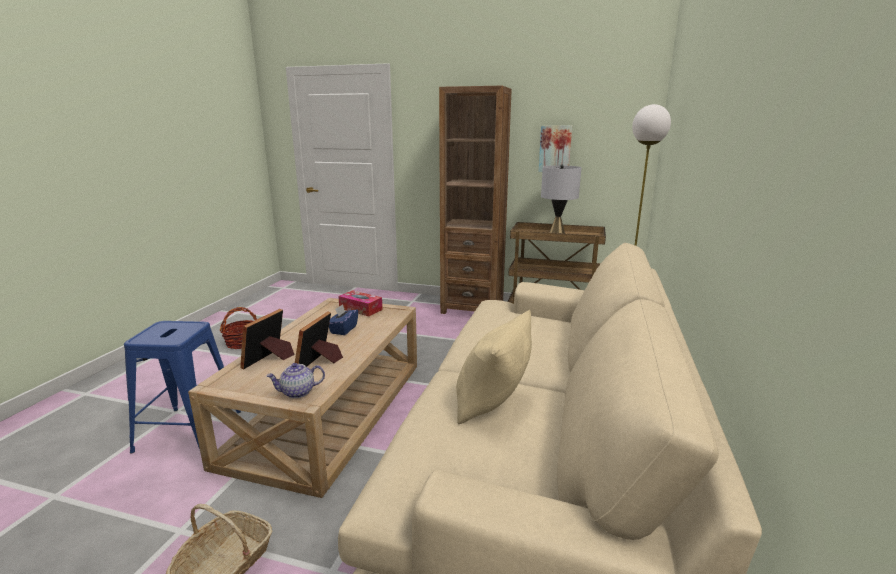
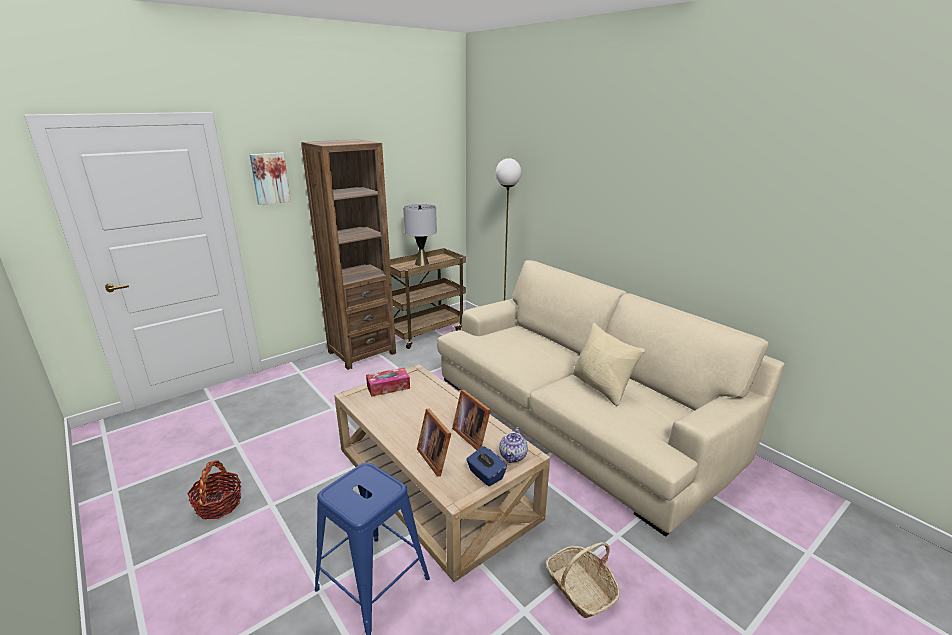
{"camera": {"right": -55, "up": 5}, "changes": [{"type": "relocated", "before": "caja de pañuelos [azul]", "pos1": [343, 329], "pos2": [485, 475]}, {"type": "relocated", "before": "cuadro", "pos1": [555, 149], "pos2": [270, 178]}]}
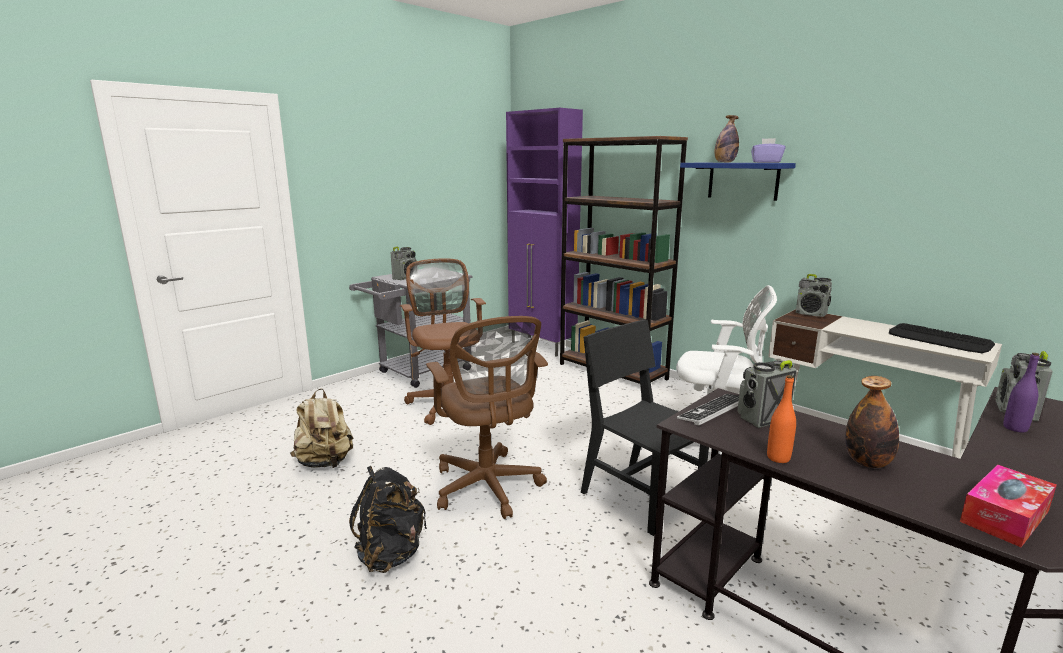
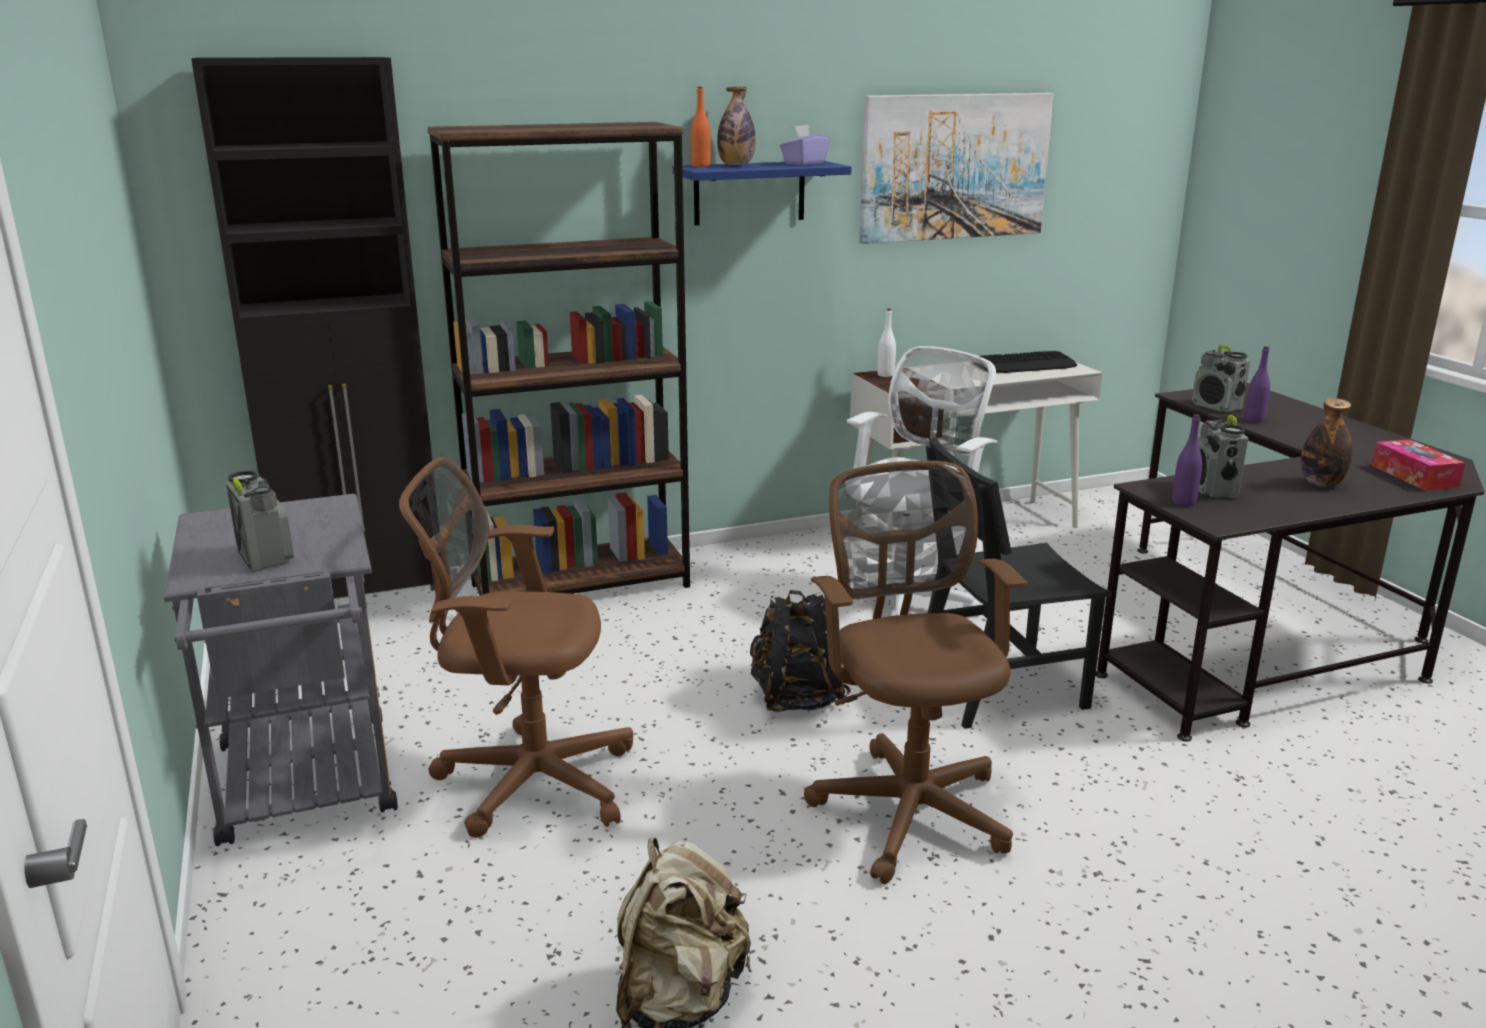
{"camera": {"right": -65, "up": 5}, "changes": [{"type": "relocated", "before": "mochila [negro]", "pos1": [391, 553], "pos2": [796, 698]}, {"type": "spun", "before": "silla de oficina [marrón]", "pos1": [488, 488], "pos2": [909, 806], "turn": -105}, {"type": "colour", "before": "armario [morado]", "after": "armario [negro]", "pos1": [542, 346], "pos2": [368, 611]}, {"type": "exchanged", "before": "teclado", "after": "botella [morado]", "pos1": [713, 410], "pos2": [1183, 502]}, {"type": "relocated", "before": "botella [naranja]", "pos1": [778, 458], "pos2": [701, 166]}, {"type": "exchanged", "before": "radio", "after": "botella [blanco]", "pos1": [811, 314], "pos2": [885, 375]}, {"type": "appeared", "after": "cuadro", "pos2": [954, 167]}]}
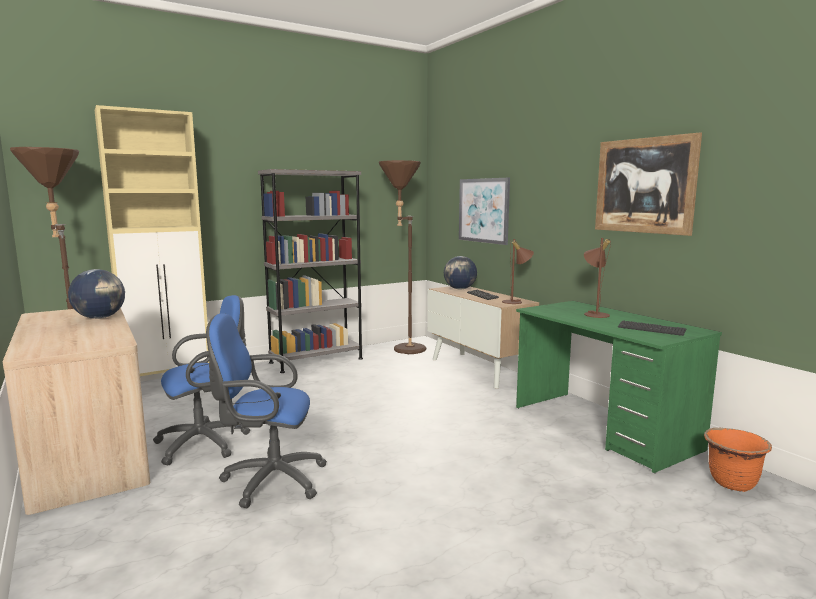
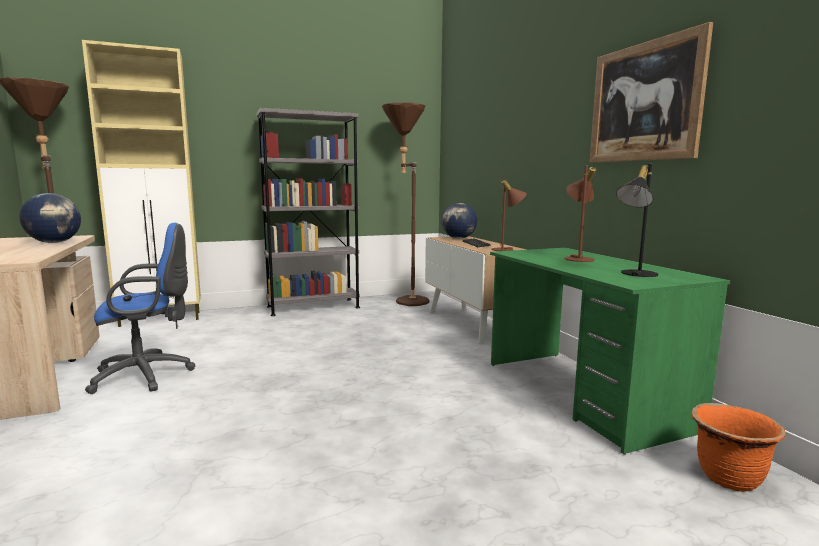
{"camera": {"right": 10, "up": 0}, "changes": [{"type": "missing", "before": "silla de oficina [azul]", "pos1": [268, 480]}, {"type": "missing", "before": "cuadro", "pos1": [483, 210]}, {"type": "exchanged", "before": "teclado", "after": "lámpara de mesa [negro]", "pos1": [651, 329], "pos2": [634, 274]}]}
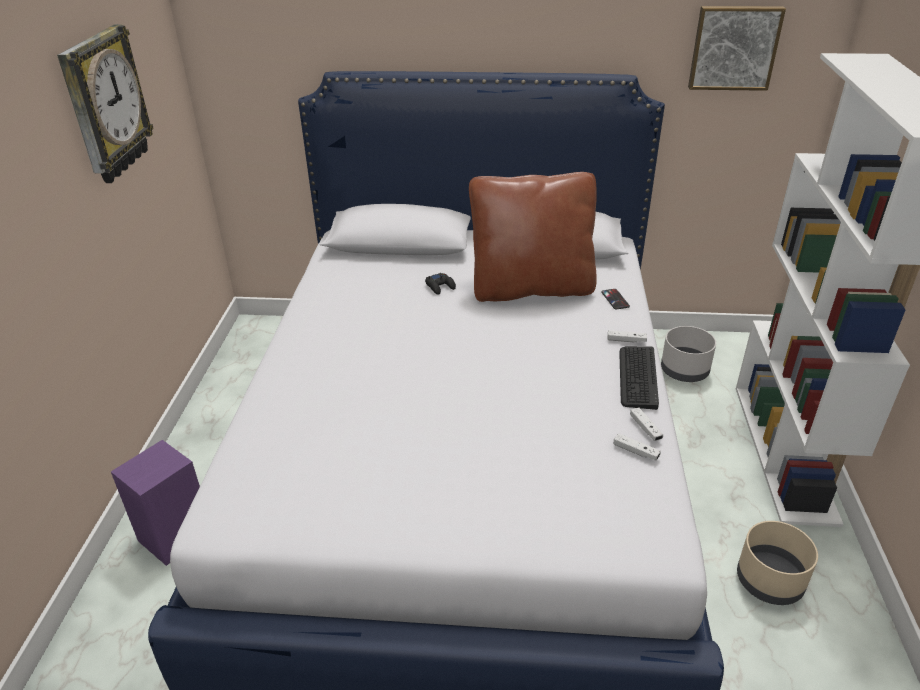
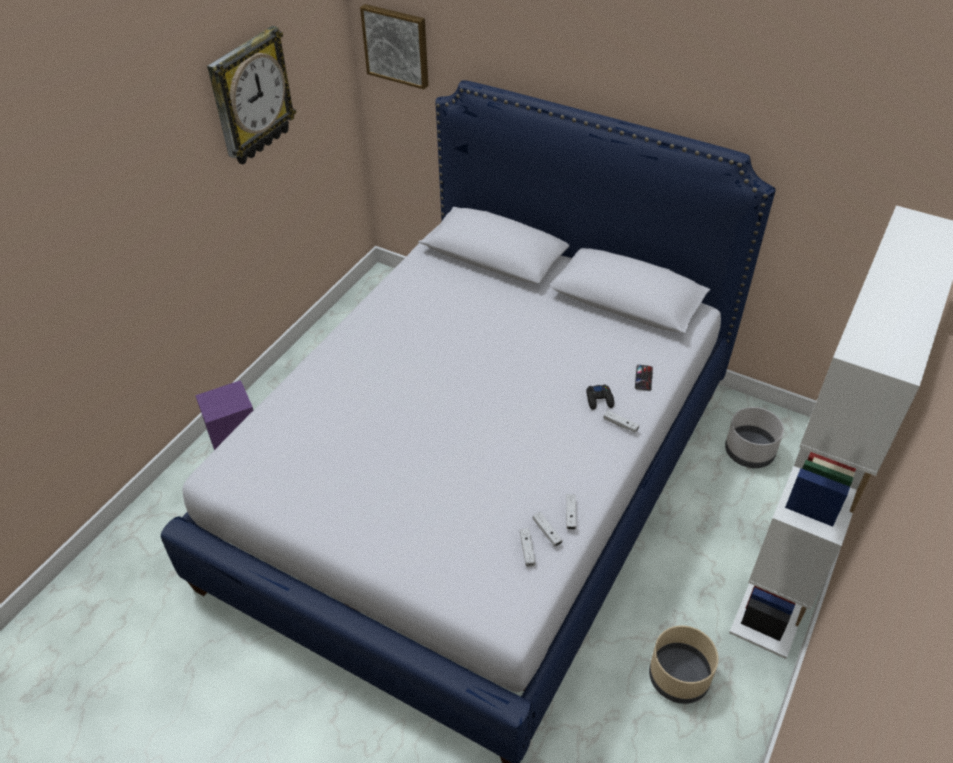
{"camera": {"right": 25, "up": 10}, "changes": [{"type": "relocated", "before": "mando de consola [negro]", "pos1": [440, 286], "pos2": [599, 400]}, {"type": "missing", "before": "cojín [marrón]", "pos1": [531, 288]}, {"type": "missing", "before": "teclado", "pos1": [637, 377]}, {"type": "relocated", "before": "cuadro", "pos1": [734, 47], "pos2": [397, 45]}, {"type": "appeared", "after": "mando de consola [blanco]", "pos2": [527, 550]}]}
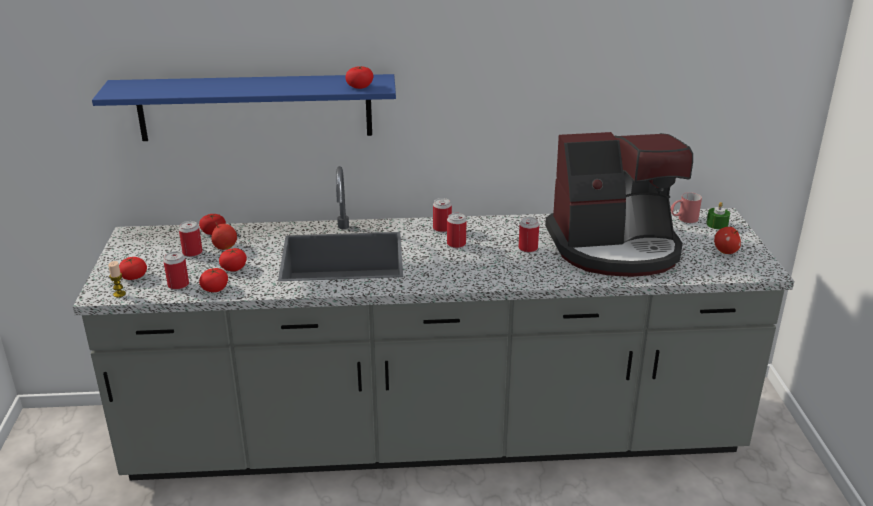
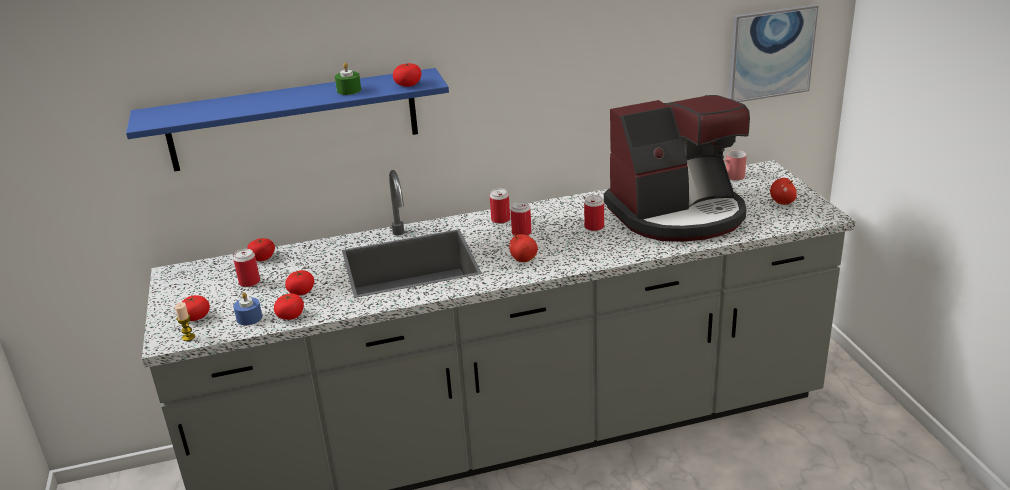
{"camera": {"right": -10, "up": 0}, "changes": [{"type": "exchanged", "before": "lata", "after": "vela [azul]", "pos1": [178, 285], "pos2": [249, 318]}, {"type": "relocated", "before": "manzana", "pos1": [225, 247], "pos2": [523, 259]}, {"type": "relocated", "before": "vela [verde]", "pos1": [717, 224], "pos2": [349, 90]}, {"type": "appeared", "after": "cuadro", "pos2": [770, 53]}]}
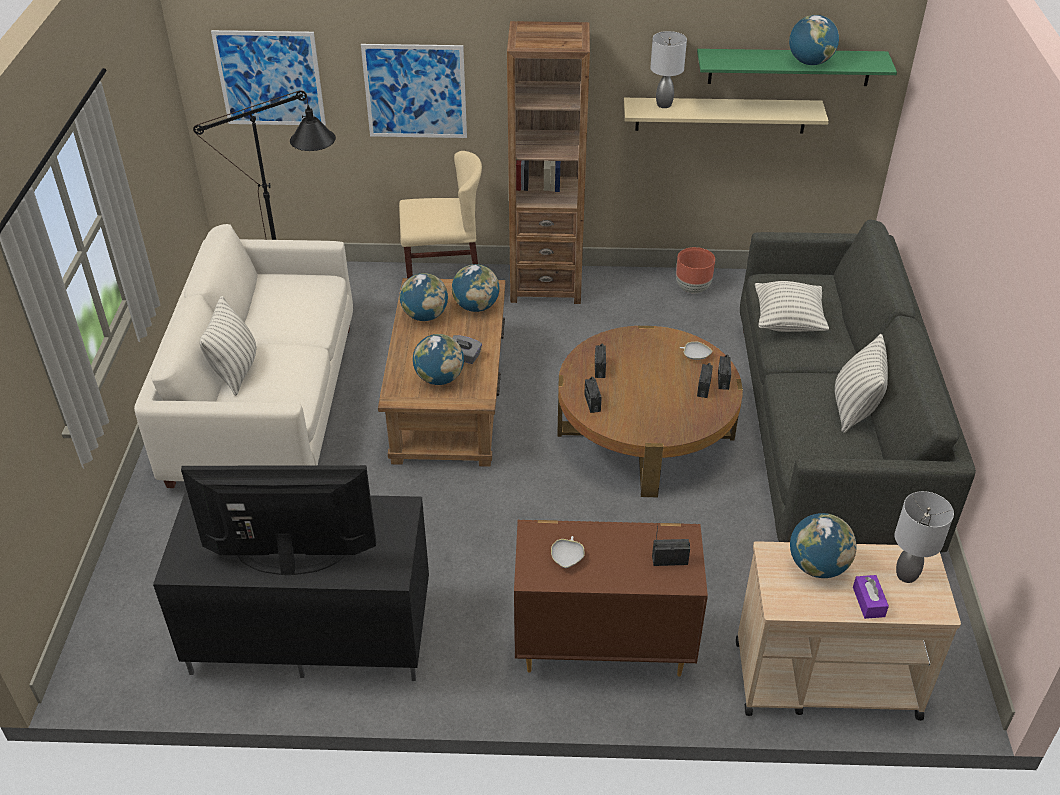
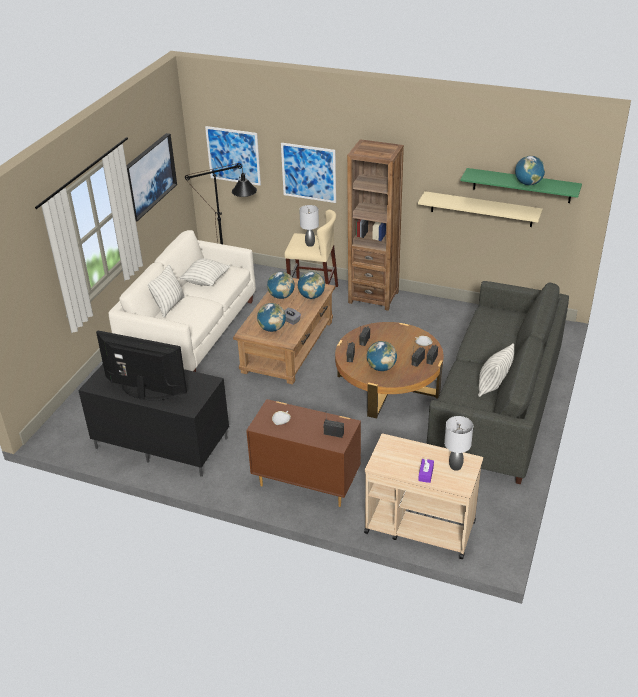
{"camera": {"right": 20, "up": -5}, "changes": [{"type": "relocated", "before": "lámpara de mesa [gris]", "pos1": [664, 105], "pos2": [310, 244]}, {"type": "missing", "before": "maceta [marrón]", "pos1": [692, 288]}, {"type": "relocated", "before": "cojín", "pos1": [788, 322], "pos2": [206, 281]}, {"type": "relocated", "before": "globo terráqueo", "pos1": [817, 566], "pos2": [381, 368]}, {"type": "appeared", "after": "cuadro", "pos2": [149, 176]}]}
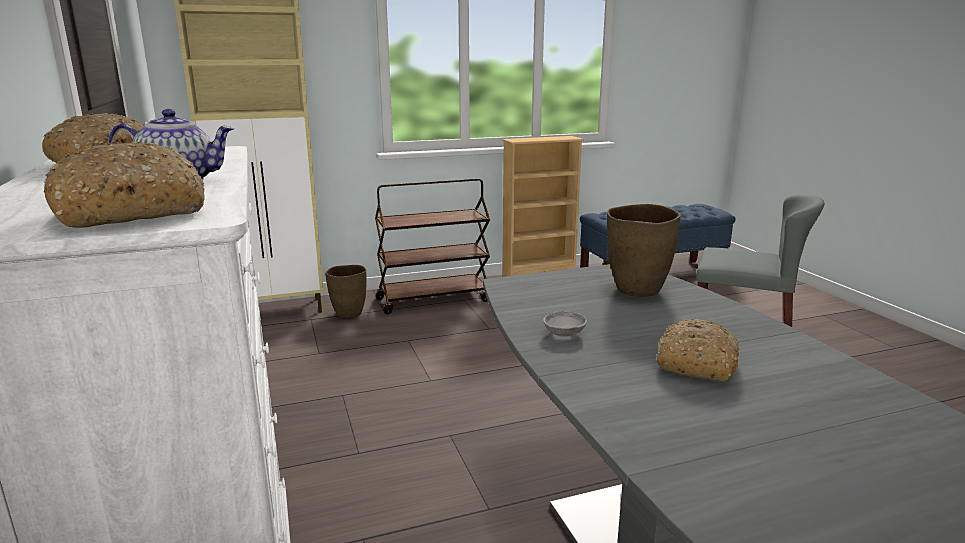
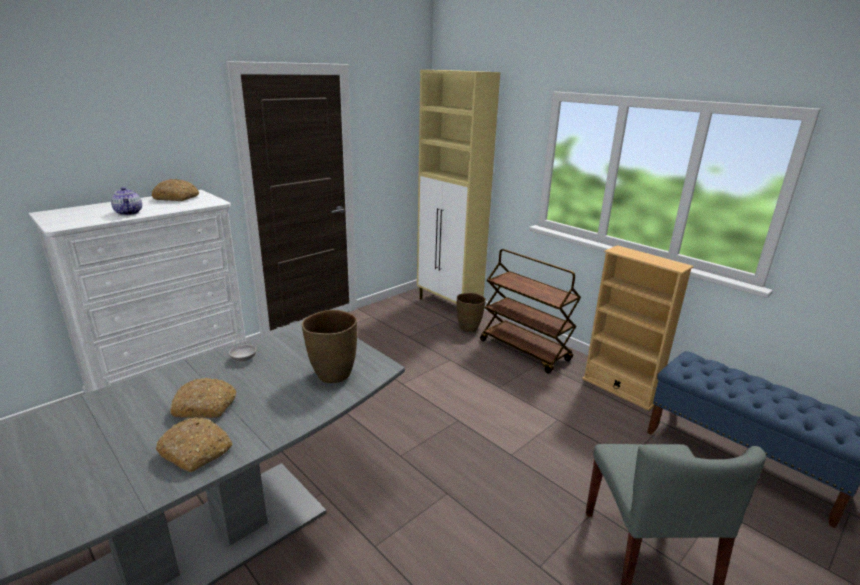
{"camera": {"right": 65, "up": 5}, "changes": [{"type": "relocated", "before": "pan", "pos1": [134, 212], "pos2": [196, 451]}]}
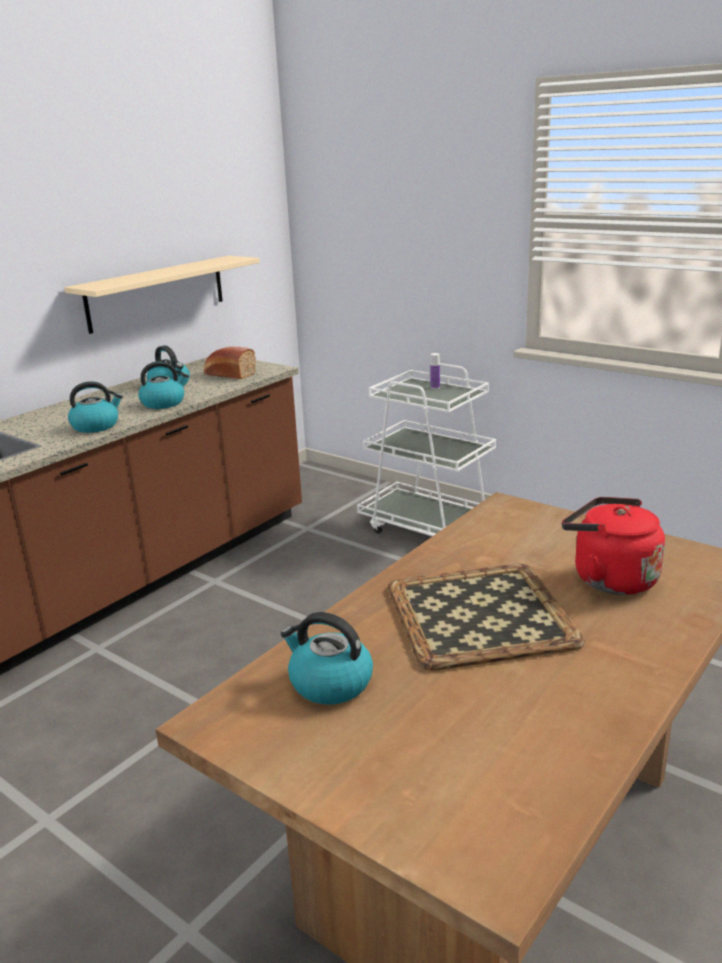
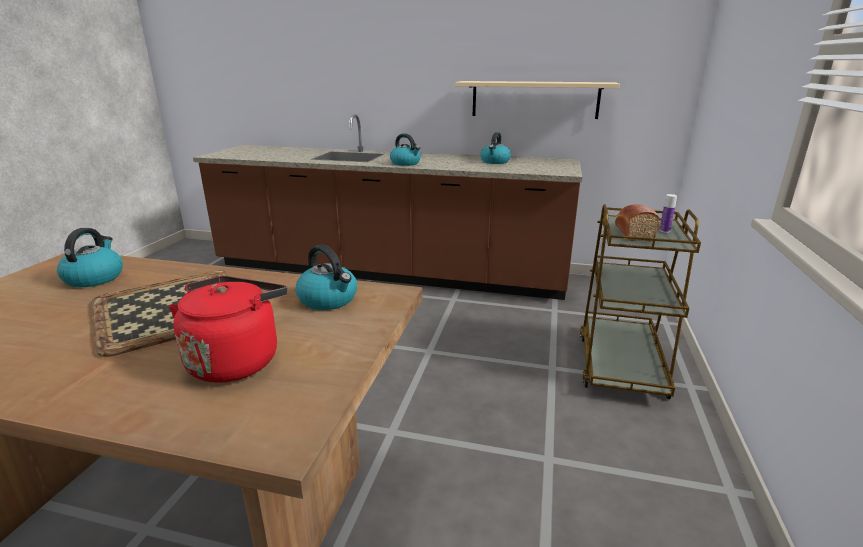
{"camera": {"right": 65, "up": 0}, "changes": [{"type": "relocated", "before": "hervidor", "pos1": [164, 403], "pos2": [329, 300]}, {"type": "relocated", "before": "pan", "pos1": [228, 374], "pos2": [632, 232]}, {"type": "colour", "before": "carrito [blanco]", "after": "carrito [marrón]", "pos1": [430, 529], "pos2": [620, 365]}]}
